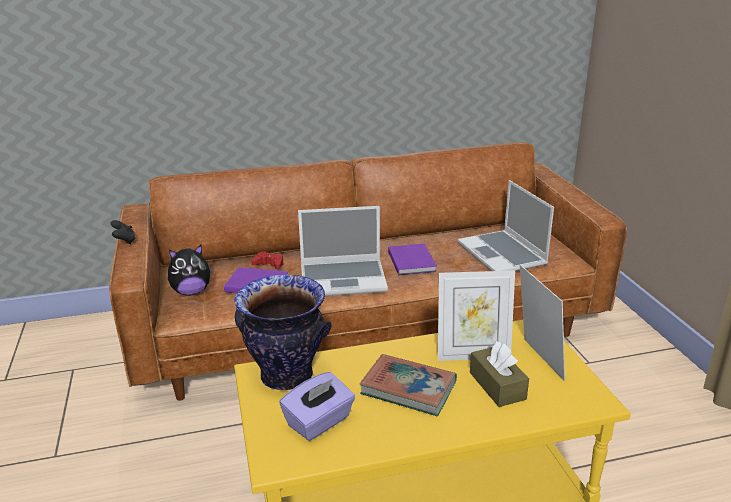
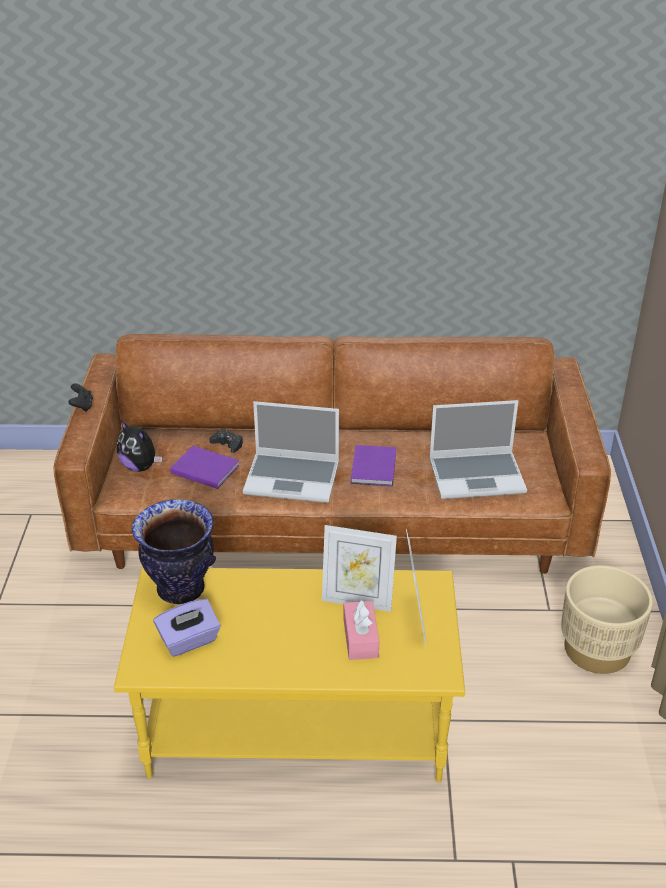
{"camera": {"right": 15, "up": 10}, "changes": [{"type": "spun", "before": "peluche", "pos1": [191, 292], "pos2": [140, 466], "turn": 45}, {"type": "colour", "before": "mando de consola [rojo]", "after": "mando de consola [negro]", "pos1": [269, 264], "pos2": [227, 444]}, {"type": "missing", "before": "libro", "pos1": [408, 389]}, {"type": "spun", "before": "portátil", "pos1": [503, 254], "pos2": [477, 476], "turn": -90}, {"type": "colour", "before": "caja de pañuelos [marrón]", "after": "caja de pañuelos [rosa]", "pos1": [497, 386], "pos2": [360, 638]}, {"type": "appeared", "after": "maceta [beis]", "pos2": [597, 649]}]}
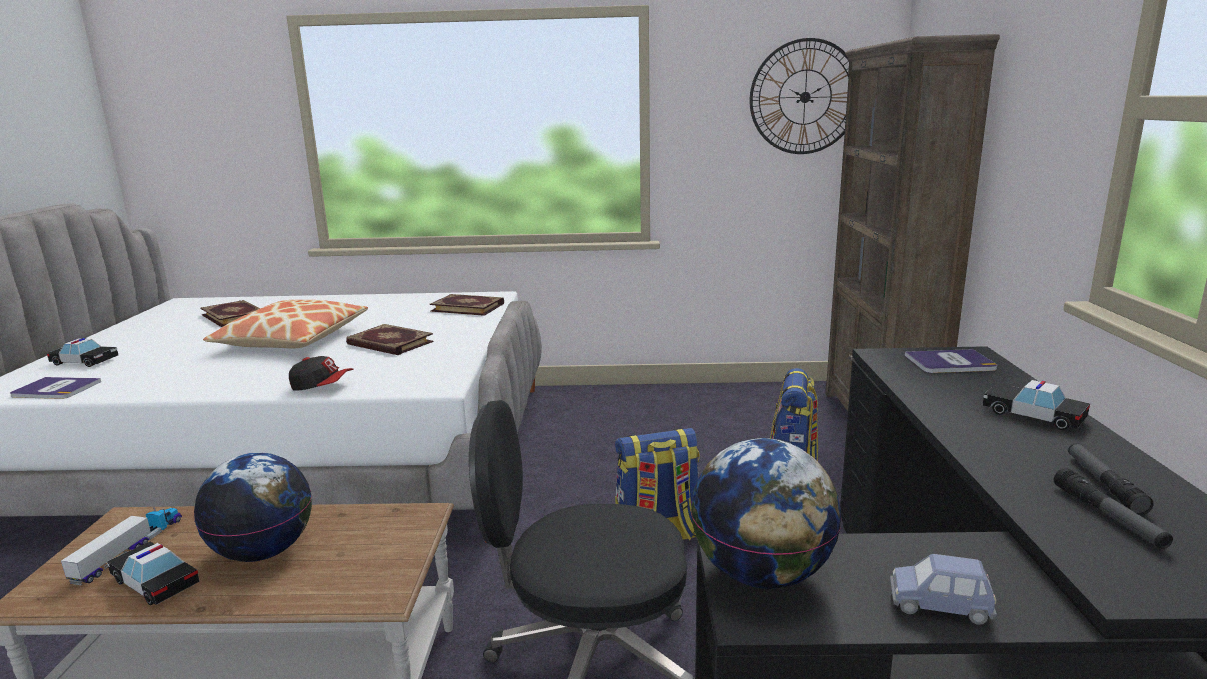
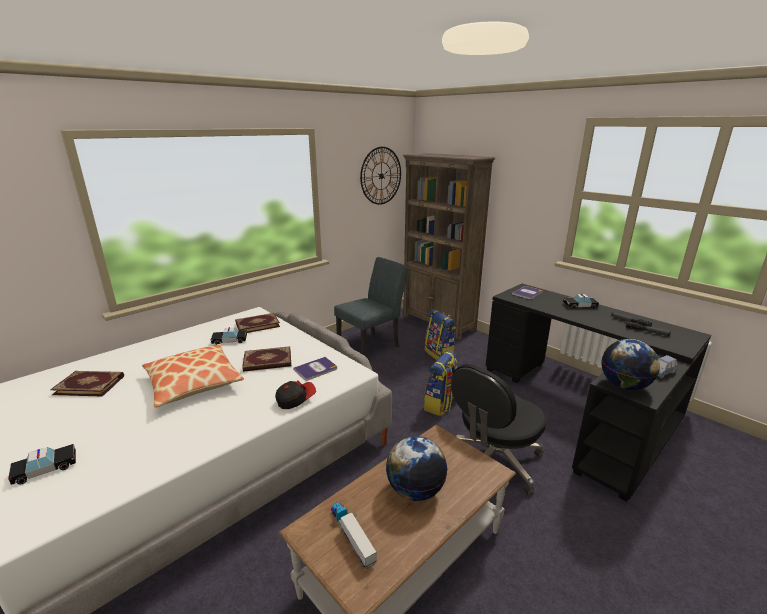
{"camera": {"right": -45, "up": 5}, "changes": [{"type": "relocated", "before": "libro", "pos1": [55, 389], "pos2": [316, 369]}, {"type": "relocated", "before": "coche de juguete", "pos1": [155, 582], "pos2": [229, 340]}, {"type": "appeared", "after": "silla [gris]", "pos2": [372, 345]}]}
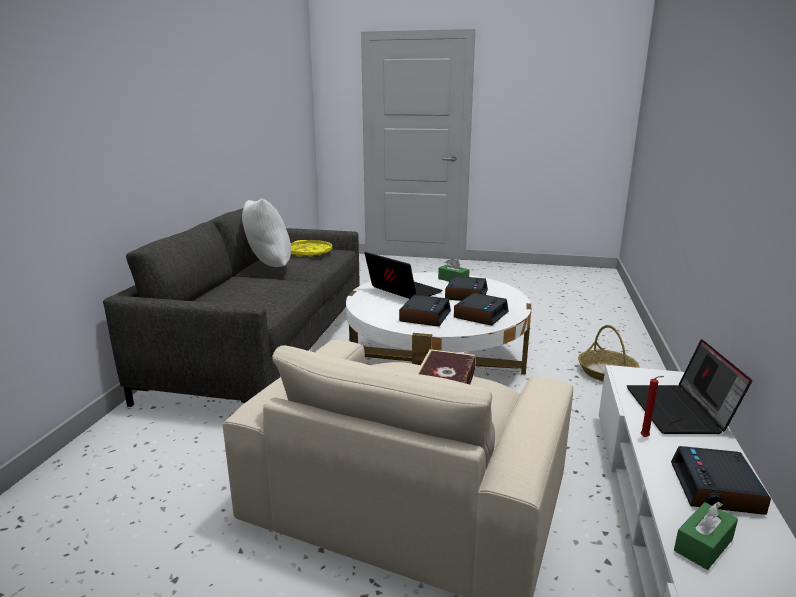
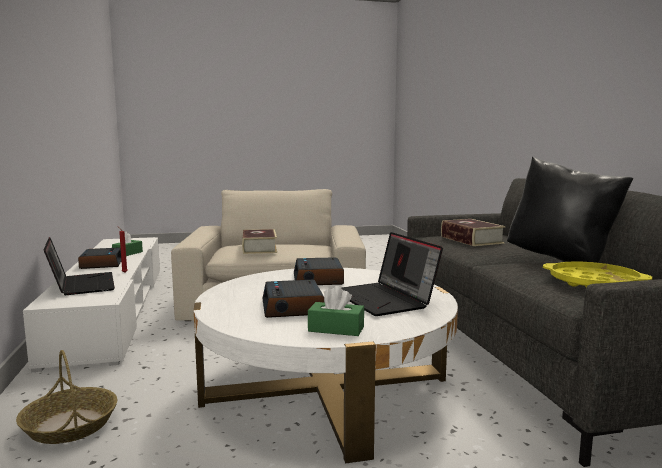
{"camera": {"right": 155, "up": -10}, "changes": [{"type": "colour", "before": "cojín [blanco]", "after": "cojín [negro]", "pos1": [267, 267], "pos2": [561, 260]}, {"type": "spun", "before": "portátil", "pos1": [402, 291], "pos2": [385, 299], "turn": 45}, {"type": "missing", "before": "despertador", "pos1": [480, 315]}, {"type": "appeared", "after": "libro", "pos2": [471, 240]}]}
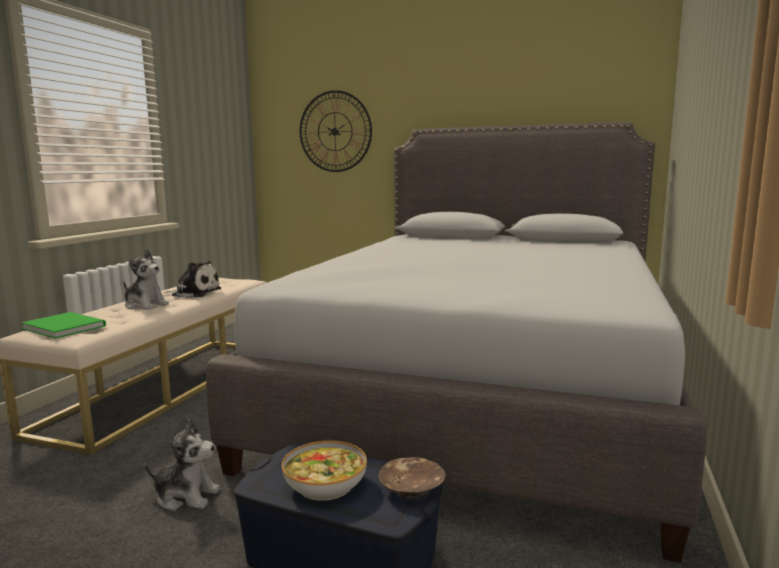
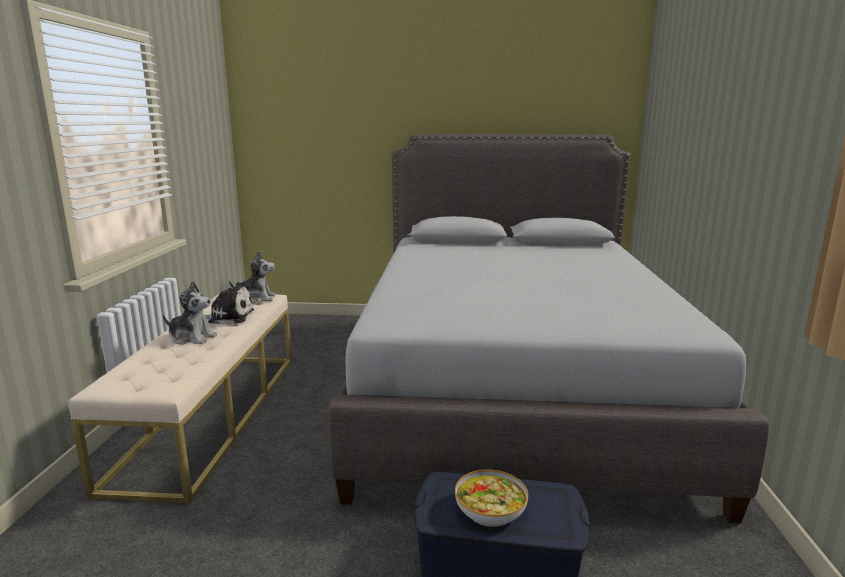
{"camera": {"right": -15, "up": 5}, "changes": [{"type": "missing", "before": "libro [verde]", "pos1": [65, 326]}, {"type": "relocated", "before": "peluche", "pos1": [186, 496], "pos2": [256, 298]}, {"type": "missing", "before": "reloj de pared", "pos1": [335, 131]}, {"type": "missing", "before": "cuenco [marrón]", "pos1": [412, 488]}]}
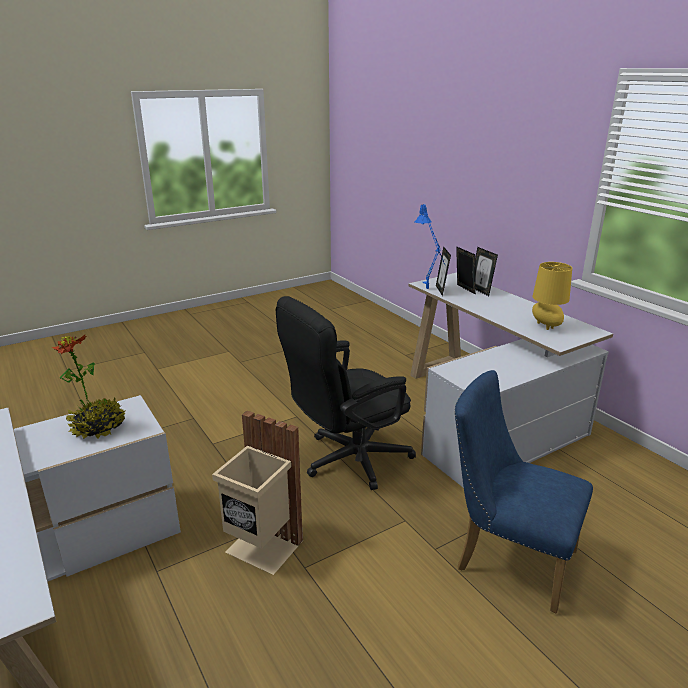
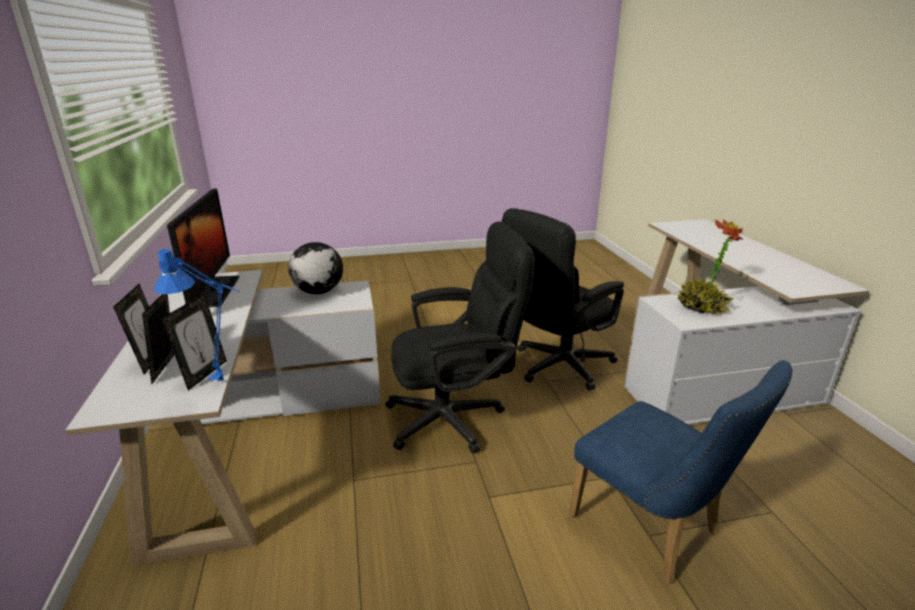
{"camera": {"right": -160, "up": 0}, "changes": [{"type": "exchanged", "before": "papelera [beis]", "after": "silla de oficina [negro]", "pos1": [262, 548], "pos2": [556, 367]}, {"type": "relocated", "before": "silla [azul]", "pos1": [507, 557], "pos2": [653, 530]}, {"type": "exchanged", "before": "lámpara de mesa [amarillo]", "after": "monitor", "pos1": [546, 326], "pos2": [213, 291]}, {"type": "appeared", "after": "globo terráqueo", "pos2": [318, 292]}]}
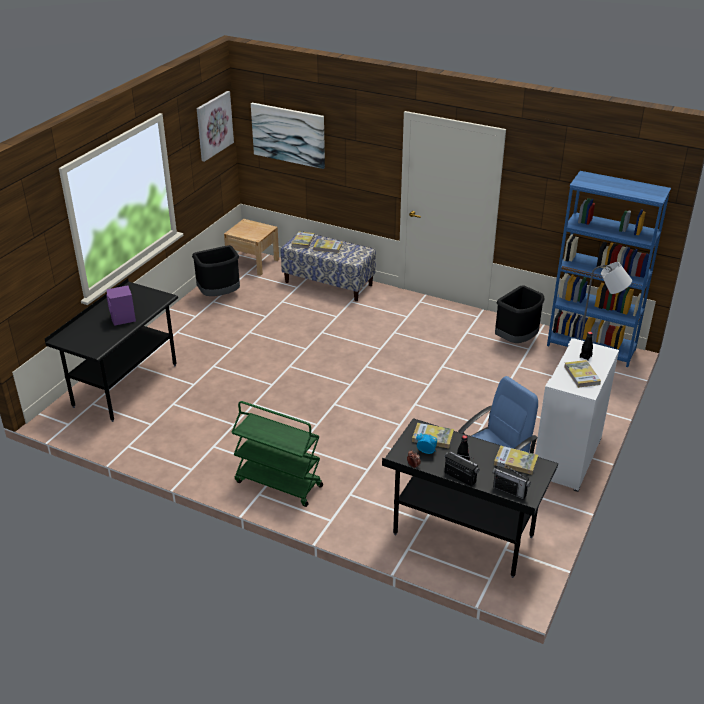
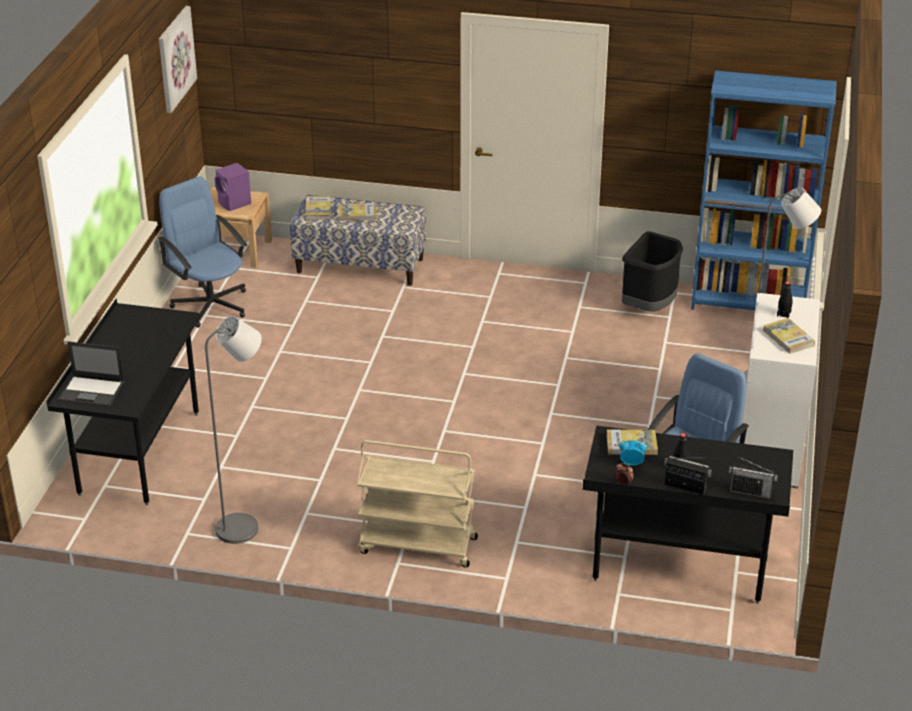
{"camera": {"right": -15, "up": 0}, "changes": [{"type": "relocated", "before": "altavoz [morado]", "pos1": [123, 319], "pos2": [235, 204]}, {"type": "exchanged", "before": "papelera [negro]", "after": "silla de oficina [azul]", "pos1": [220, 295], "pos2": [211, 305]}, {"type": "colour", "before": "carrito [verde]", "after": "carrito [beis]", "pos1": [278, 484], "pos2": [417, 546]}, {"type": "missing", "before": "cuadro", "pos1": [288, 135]}, {"type": "missing", "before": "libro", "pos1": [515, 462]}, {"type": "appeared", "after": "portátil", "pos2": [92, 391]}, {"type": "appeared", "after": "lámpara de pie [gris]", "pos2": [245, 526]}]}
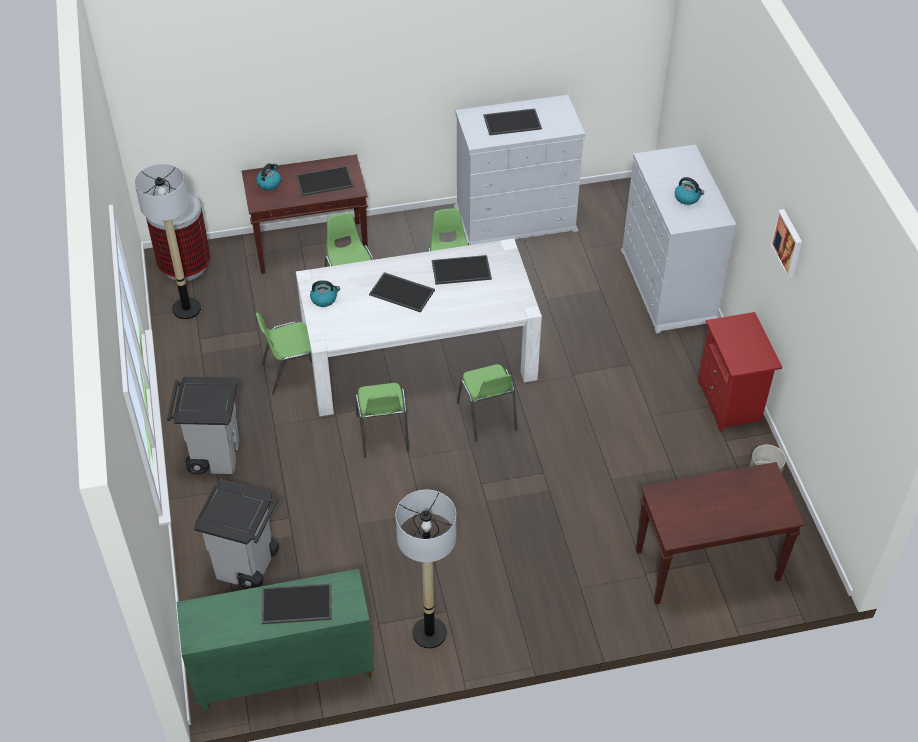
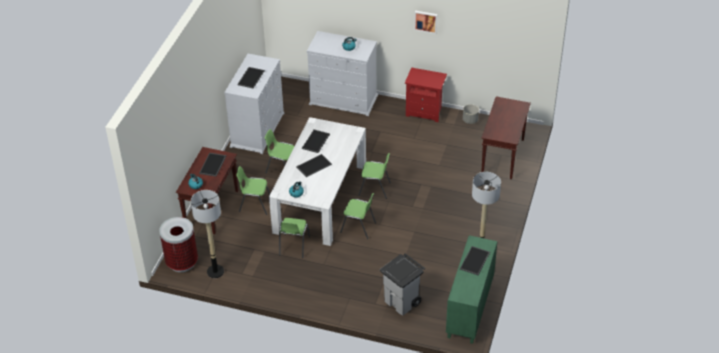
{"camera": {"right": -60, "up": -5}, "changes": [{"type": "missing", "before": "papelera [gris]", "pos1": [214, 454]}]}
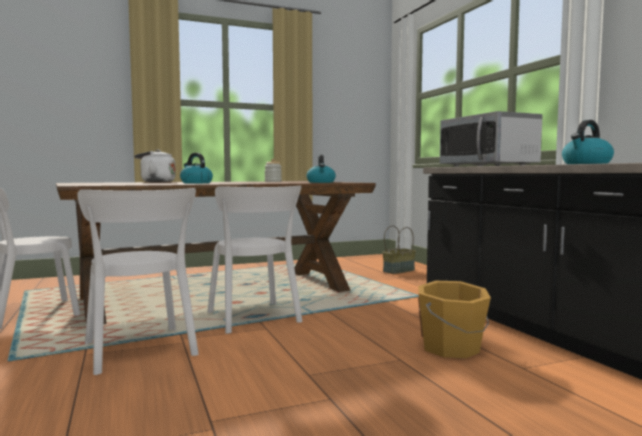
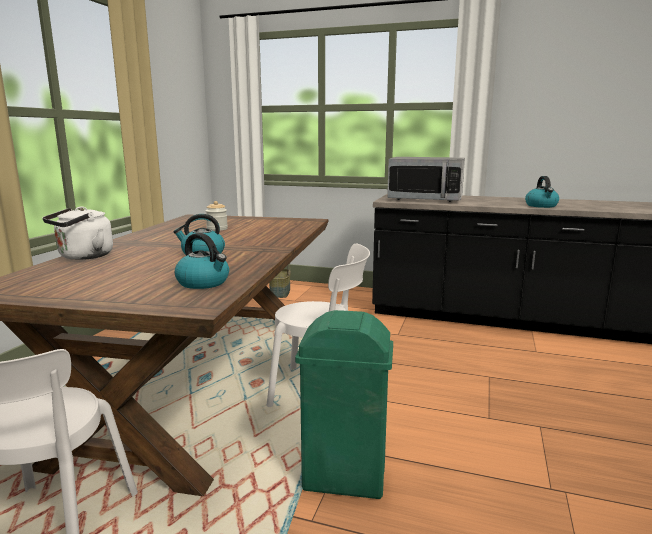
{"camera": {"right": -50, "up": 10}, "changes": [{"type": "exchanged", "before": "silla [blanco]", "after": "papelera [verde]", "pos1": [141, 351], "pos2": [345, 480]}, {"type": "relocated", "before": "hervidor", "pos1": [321, 182], "pos2": [204, 283]}, {"type": "missing", "before": "cubo [naranja]", "pos1": [451, 348]}]}
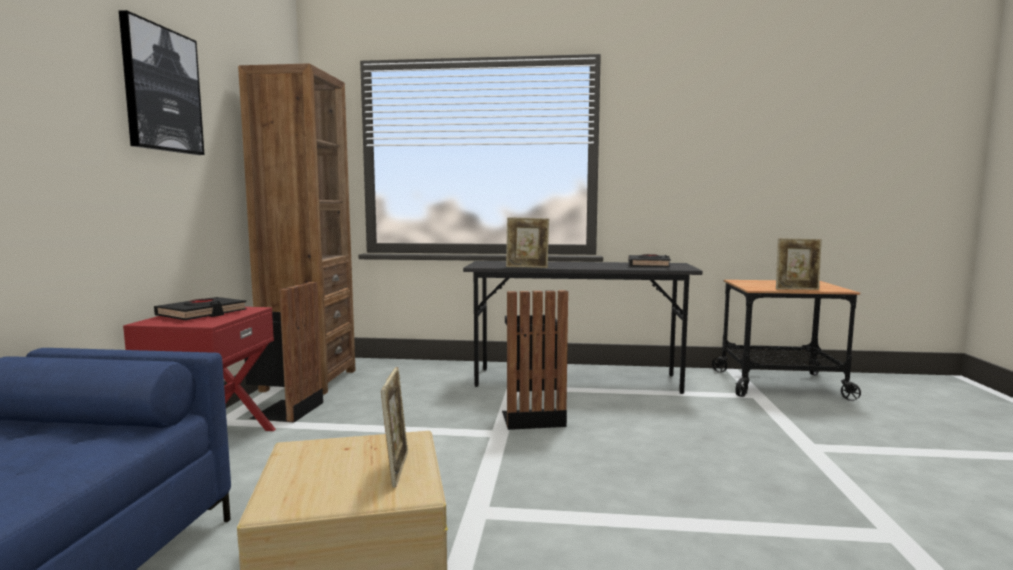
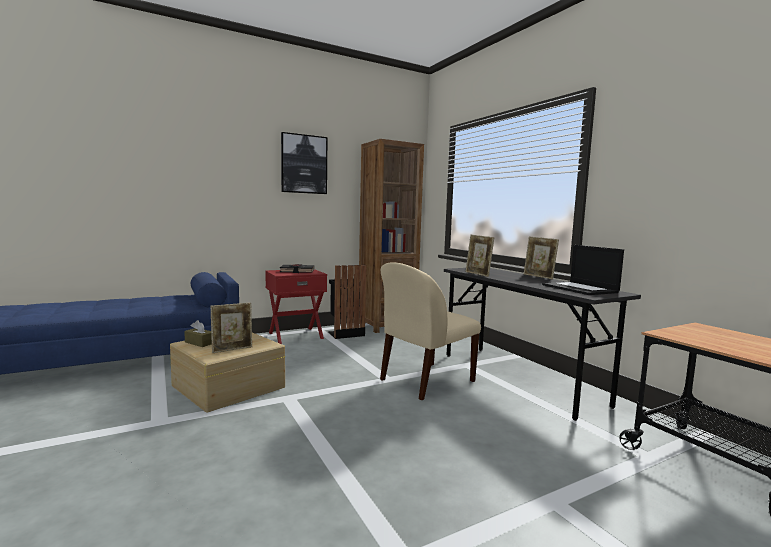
{"camera": {"right": 55, "up": 0}, "changes": [{"type": "exchanged", "before": "papelera [negro]", "after": "silla [beis]", "pos1": [531, 417], "pos2": [425, 381]}, {"type": "exchanged", "before": "libro [negro]", "after": "portátil", "pos1": [648, 265], "pos2": [580, 289]}, {"type": "relocated", "before": "portarretratos", "pos1": [796, 289], "pos2": [539, 277]}, {"type": "appeared", "after": "caja de pañuelos [marrón]", "pos2": [199, 343]}]}
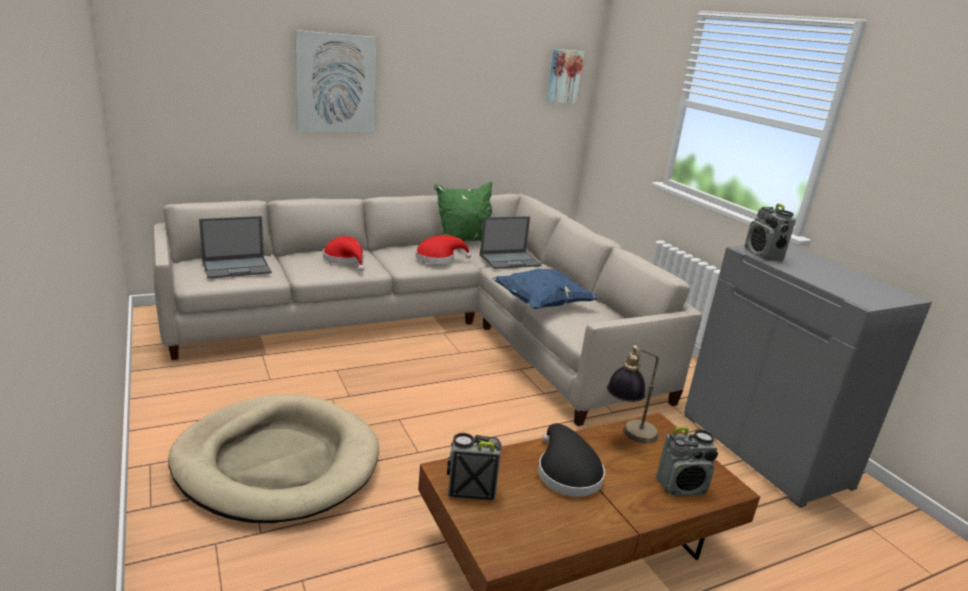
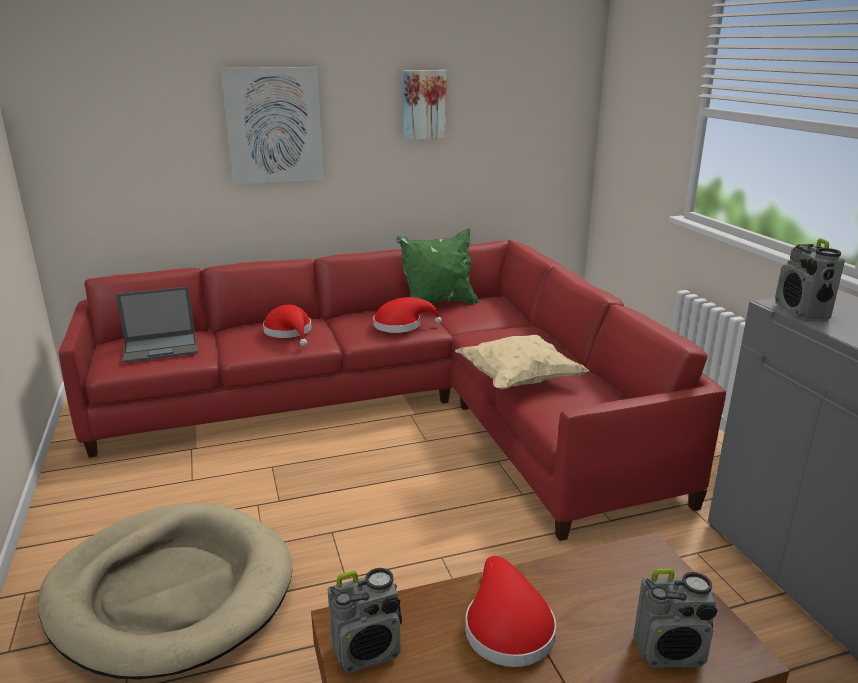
{"camera": {"right": 10, "up": 0}, "changes": [{"type": "colour", "before": "sofá [beis]", "after": "sofá [rojo]", "pos1": [434, 327], "pos2": [401, 408]}, {"type": "spun", "before": "radio", "pos1": [470, 489], "pos2": [368, 651], "turn": 150}, {"type": "missing", "before": "portátil", "pos1": [510, 260]}, {"type": "colour", "before": "cojín [azul]", "after": "cojín [beis]", "pos1": [541, 304], "pos2": [518, 381]}, {"type": "colour", "before": "sombrero [negro]", "after": "sombrero [rojo]", "pos1": [566, 472], "pos2": [506, 626]}, {"type": "relocated", "before": "cuadro", "pos1": [564, 76], "pos2": [423, 104]}, {"type": "missing", "before": "lámpara de mesa", "pos1": [628, 435]}]}
